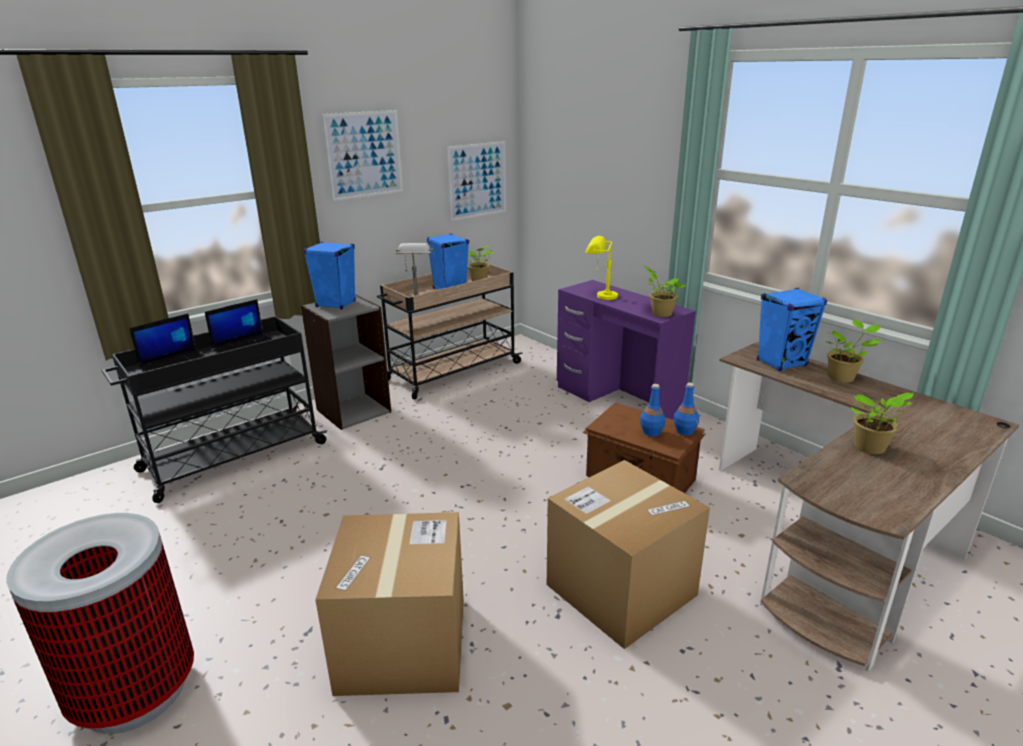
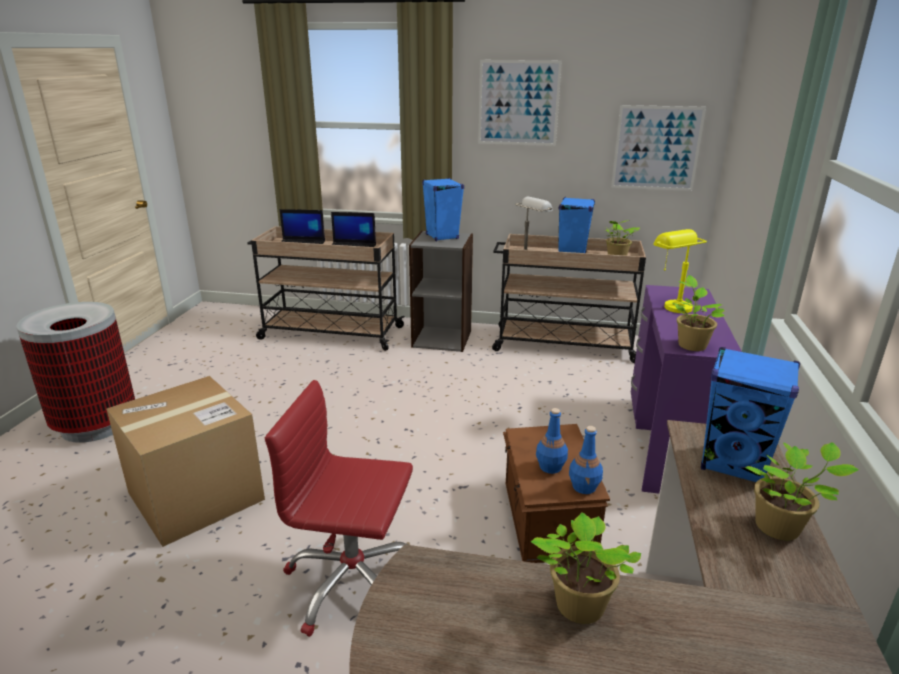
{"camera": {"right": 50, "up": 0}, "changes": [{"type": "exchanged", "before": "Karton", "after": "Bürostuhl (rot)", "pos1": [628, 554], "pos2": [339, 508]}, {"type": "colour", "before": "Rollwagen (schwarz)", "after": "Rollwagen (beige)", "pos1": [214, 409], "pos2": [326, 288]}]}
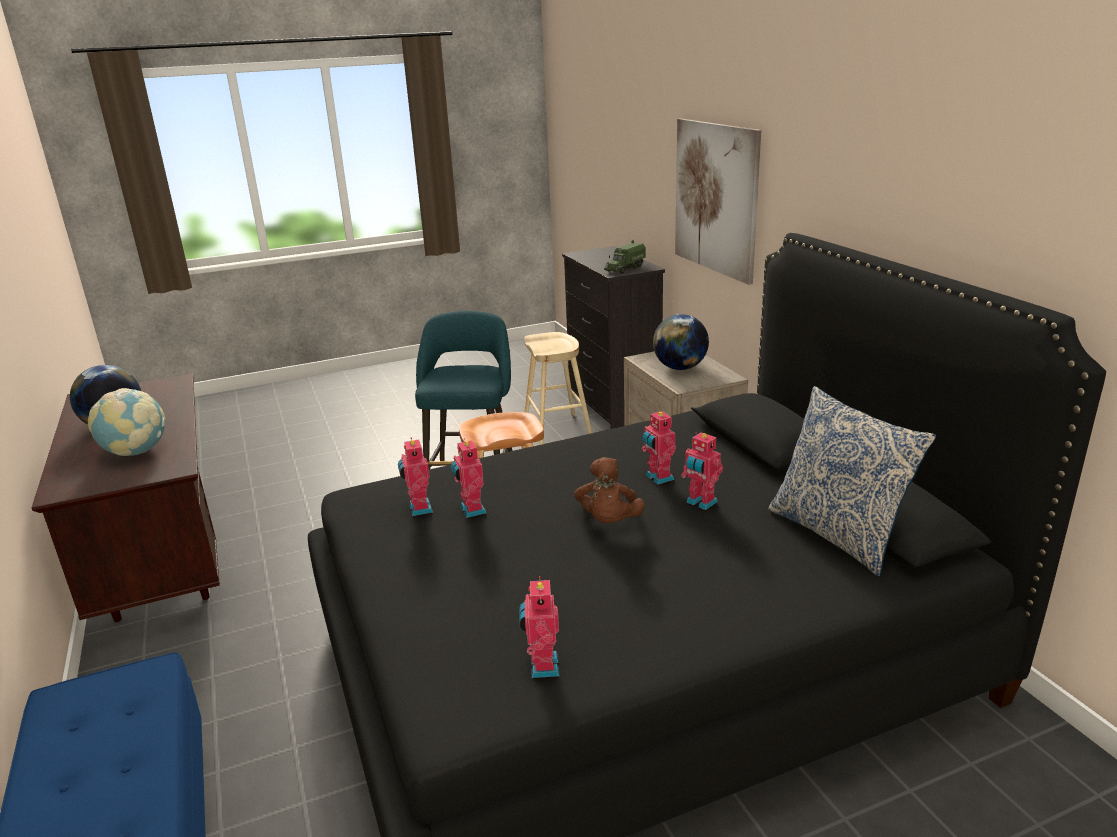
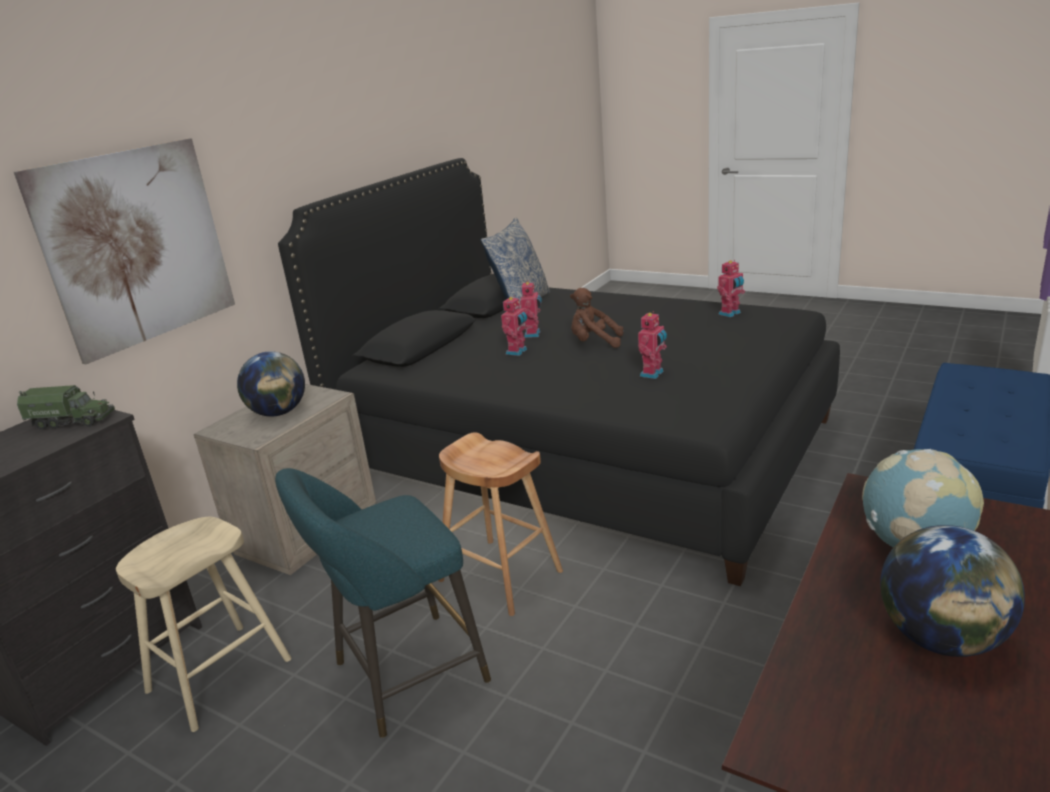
{"camera": {"right": -125, "up": 0}, "changes": [{"type": "missing", "before": "Spielzeugroboter", "pos1": [415, 476]}, {"type": "spun", "before": "Plüschtier (braun)", "pos1": [609, 490], "pos2": [597, 318], "turn": -135}]}
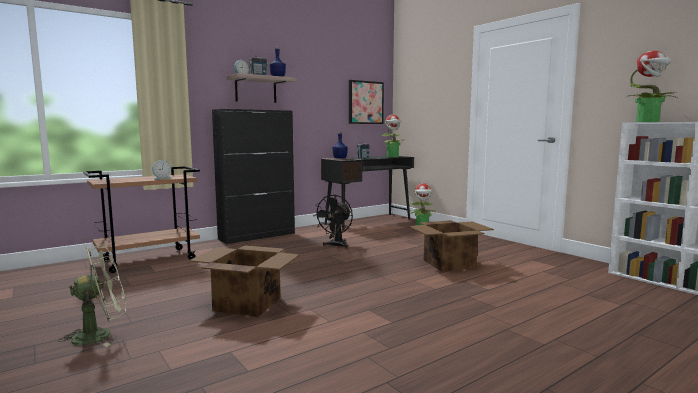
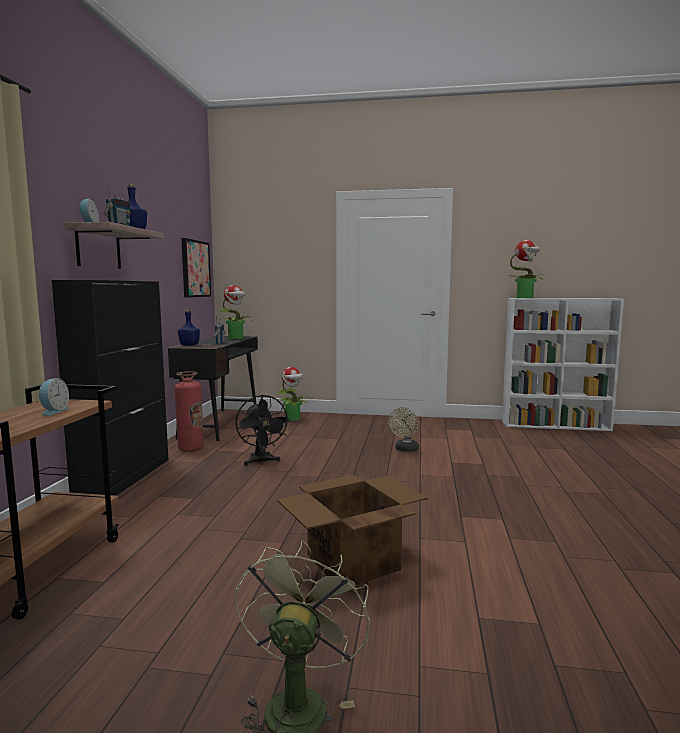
{"camera": {"right": -45, "up": 0}, "changes": [{"type": "appeared", "after": "Feuerlöscher", "pos2": [189, 411]}, {"type": "exchanged", "before": "Karton", "after": "Ventilator (beige)", "pos1": [451, 246], "pos2": [404, 429]}]}
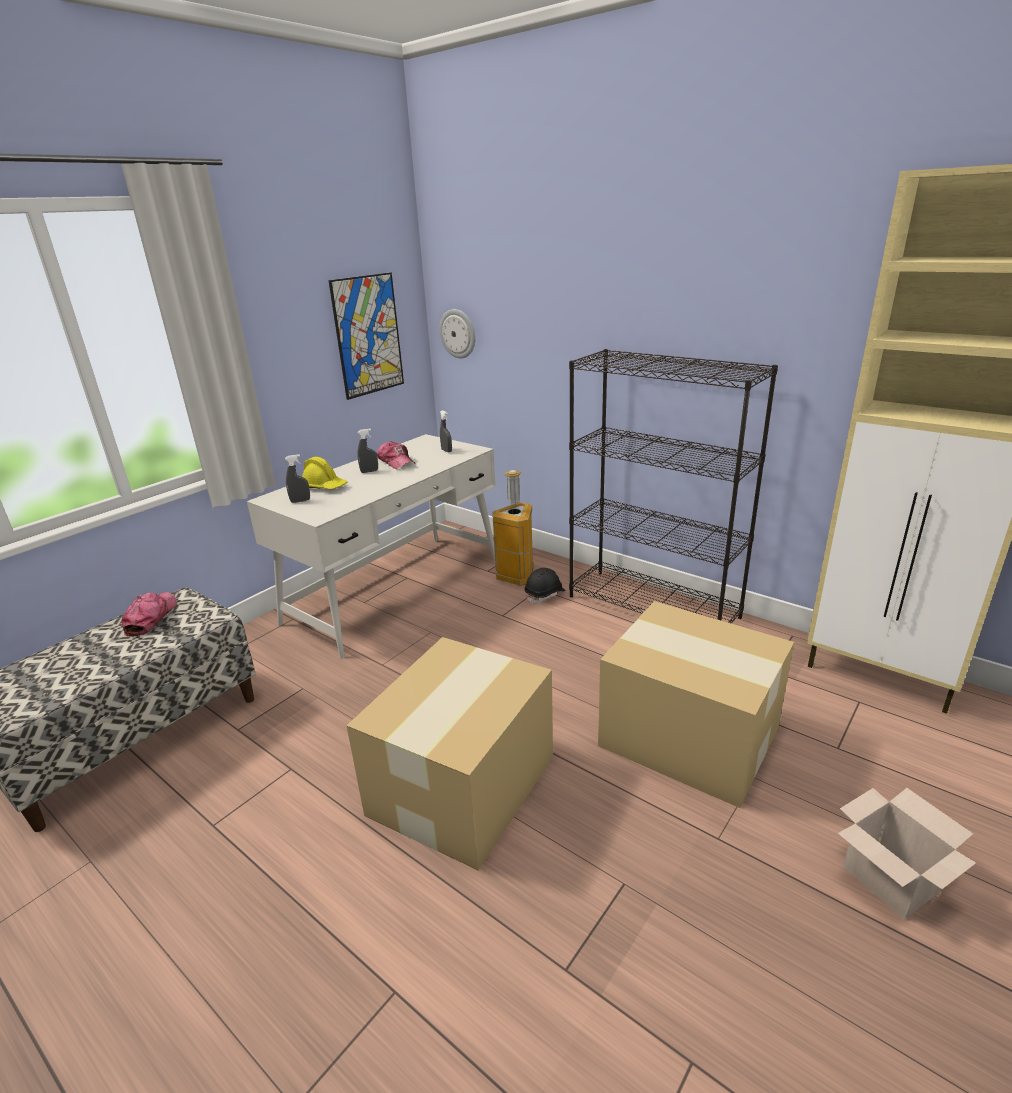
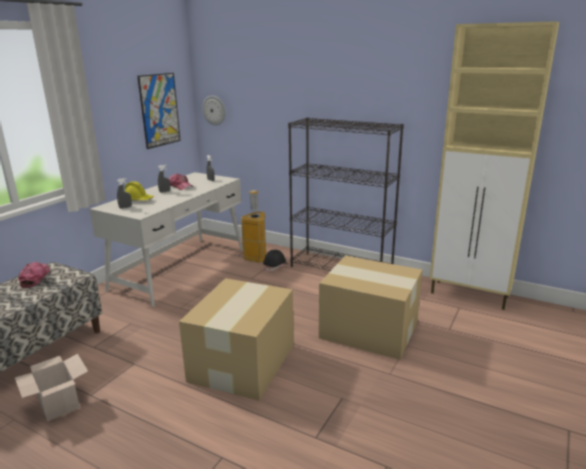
{"camera": {"right": -10, "up": -5}, "changes": [{"type": "relocated", "before": "Karton", "pos1": [906, 853], "pos2": [51, 388]}]}
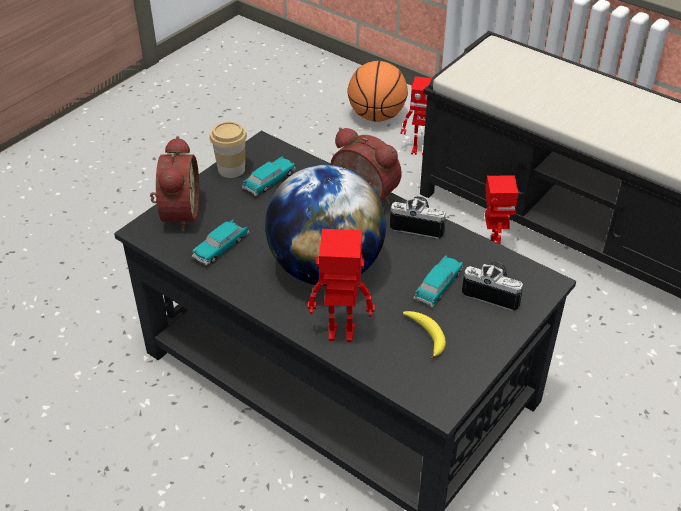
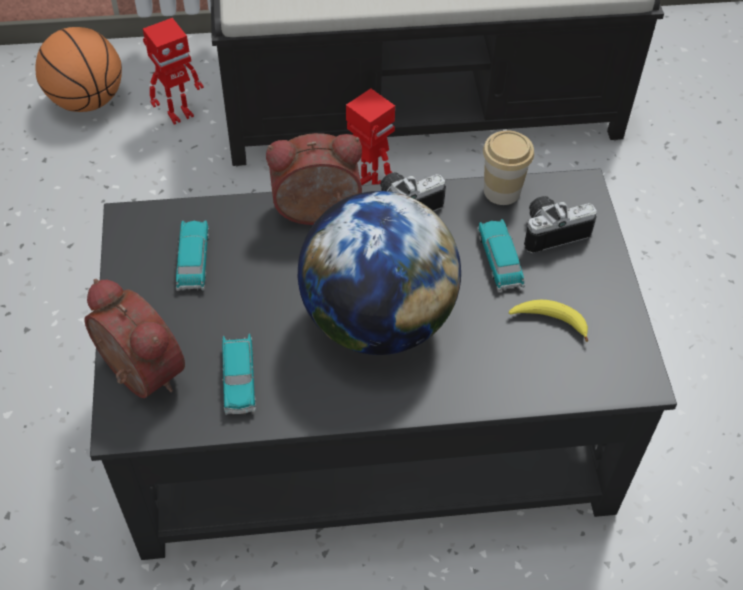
{"camera": {"right": -45, "up": 10}, "changes": [{"type": "missing", "before": "Spielzeugroboter", "pos1": [341, 285]}, {"type": "relocated", "before": "Tasse", "pos1": [228, 150], "pos2": [508, 168]}]}
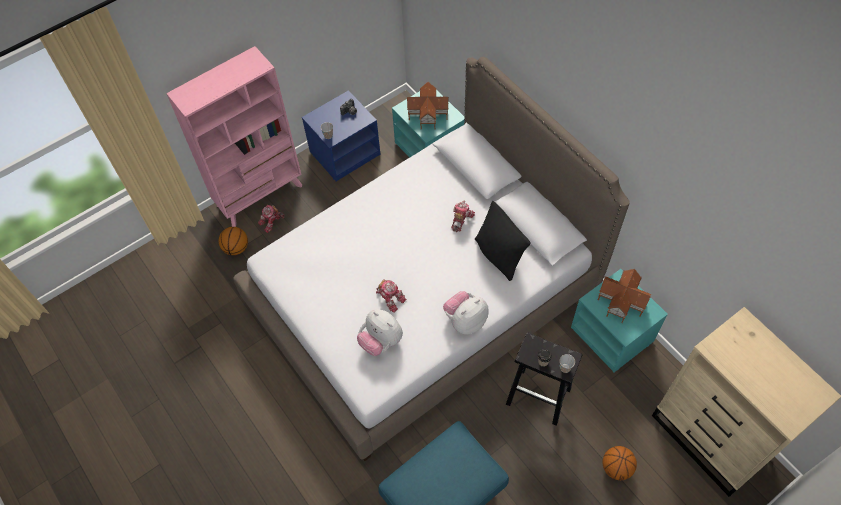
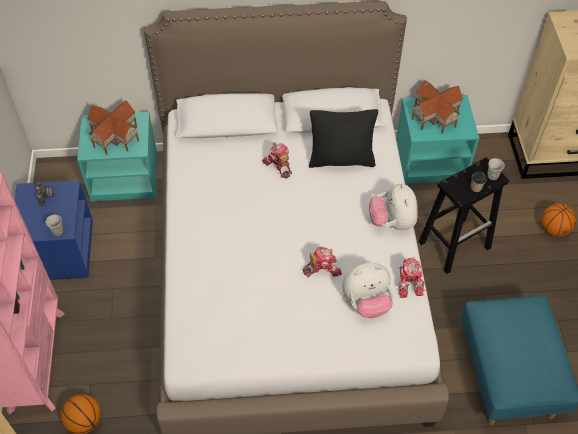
{"camera": {"right": -60, "up": -5}, "changes": [{"type": "relocated", "before": "Spielzeugroboter", "pos1": [271, 219], "pos2": [411, 277]}]}
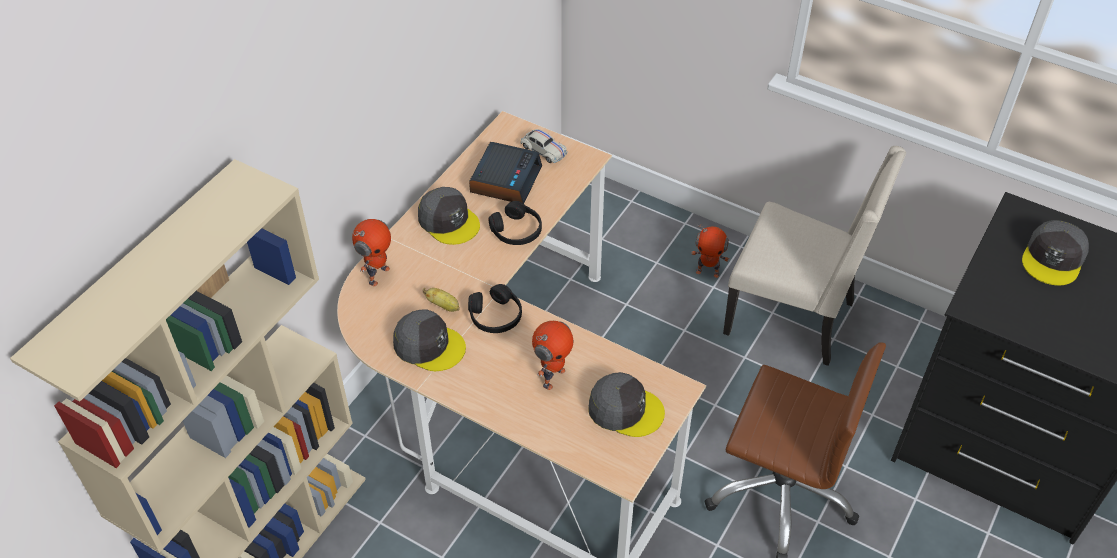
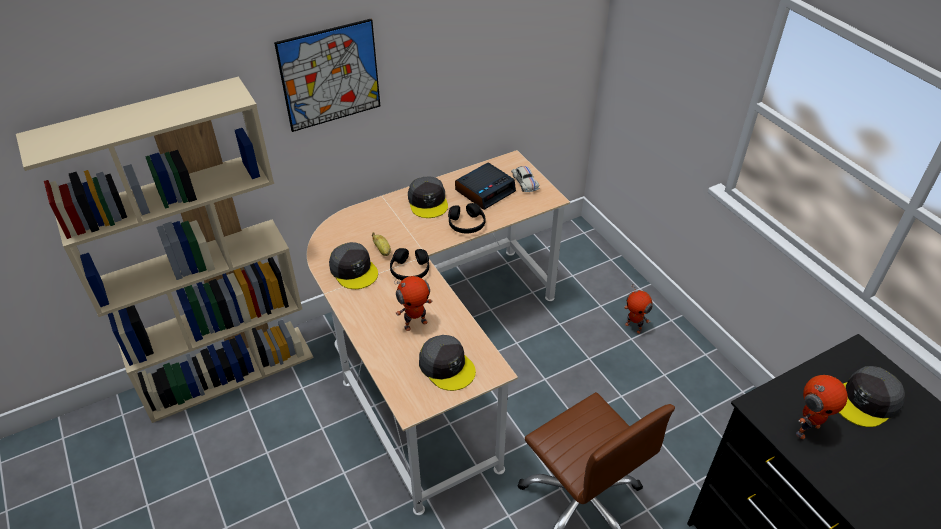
{"camera": {"right": 30, "up": -5}, "changes": [{"type": "missing", "before": "Stuhl (beige)", "pos1": [814, 256]}, {"type": "appeared", "after": "Bild", "pos2": [327, 75]}, {"type": "relocated", "before": "Spielzeugroboter", "pos1": [371, 252], "pos2": [822, 407]}]}
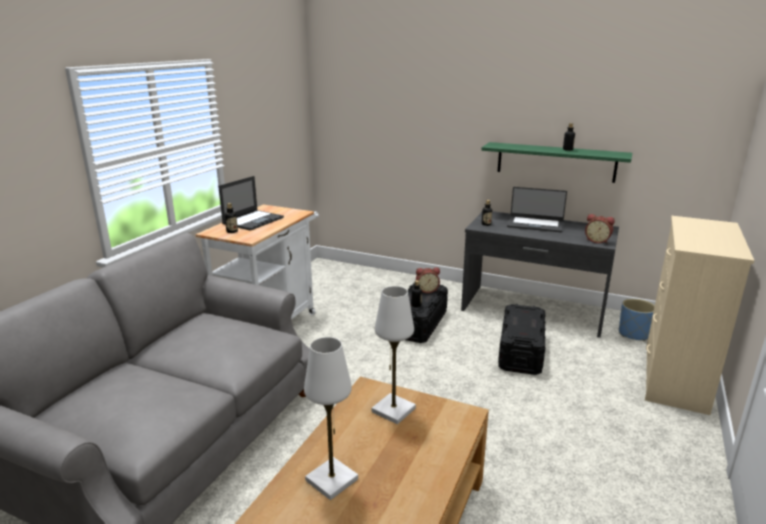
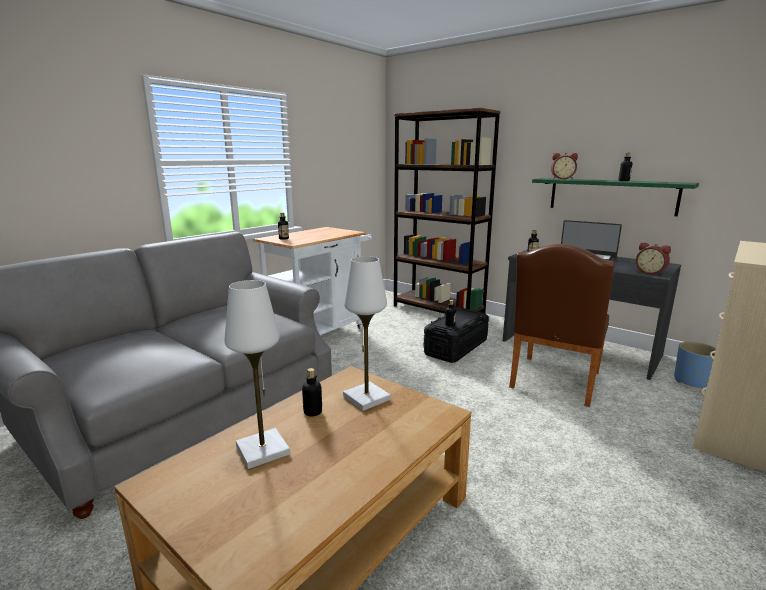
{"camera": {"right": 15, "up": -5}, "changes": [{"type": "missing", "before": "Laptop", "pos1": [251, 203]}, {"type": "appeared", "after": "Flasche", "pos2": [312, 392]}, {"type": "appeared", "after": "Bücherregal (braun)", "pos2": [447, 211]}, {"type": "relocated", "before": "Wecker", "pos1": [428, 280], "pos2": [564, 166]}, {"type": "exchanged", "before": "Aufbewahrungsbox (schwarz)", "after": "Stuhl (braun)", "pos1": [521, 339], "pos2": [562, 325]}]}
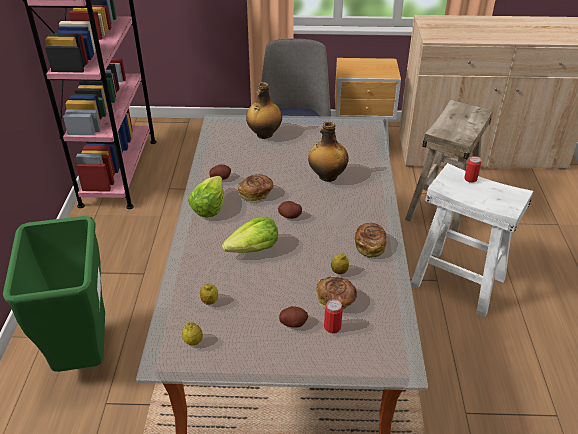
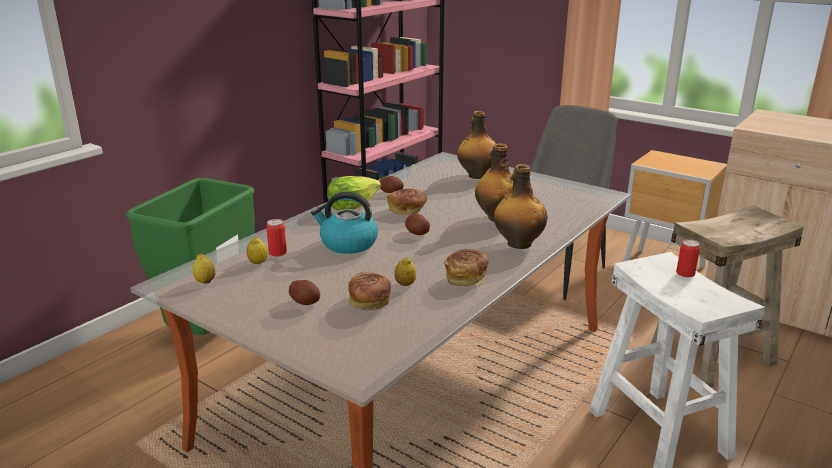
{"camera": {"right": 35, "up": -15}, "changes": [{"type": "appeared", "after": "Flasche", "pos2": [520, 206]}, {"type": "relocated", "before": "Dose", "pos1": [333, 316], "pos2": [276, 237]}, {"type": "exchanged", "before": "Salatkopf", "after": "Wasserkessel", "pos1": [250, 235], "pos2": [344, 223]}]}
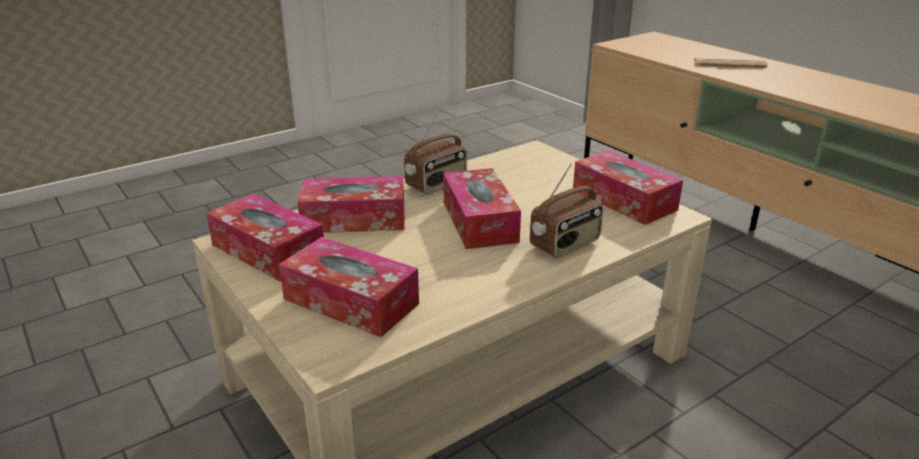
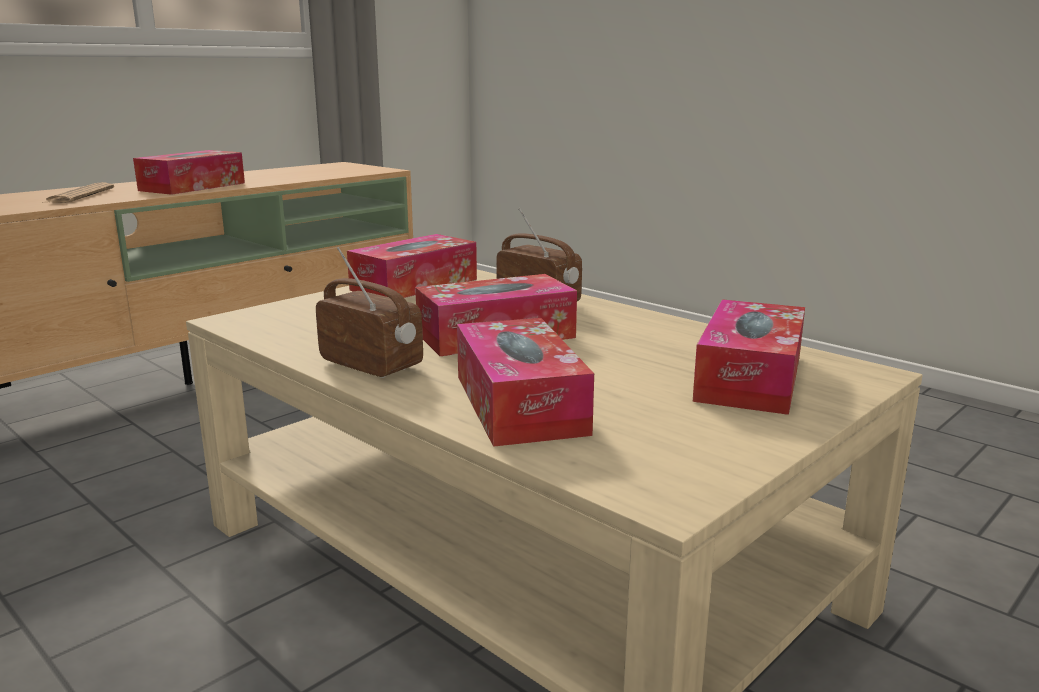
{"camera": {"right": -100, "up": -10}, "changes": [{"type": "relocated", "before": "Taschentuchbox", "pos1": [265, 237], "pos2": [189, 172]}]}
